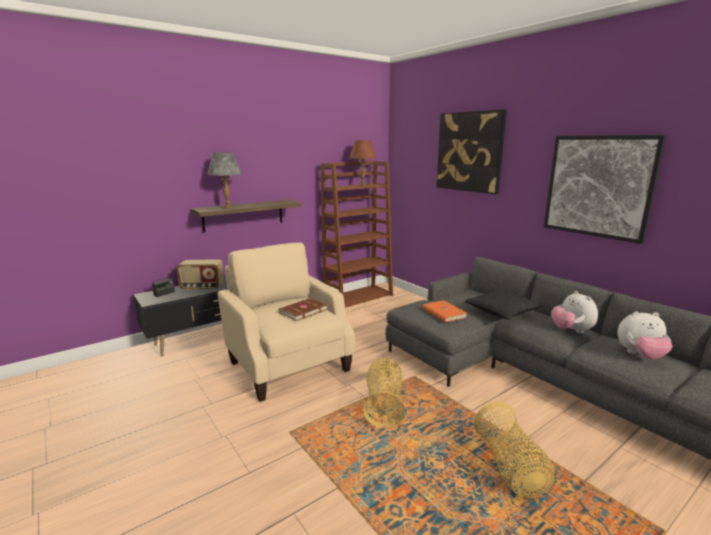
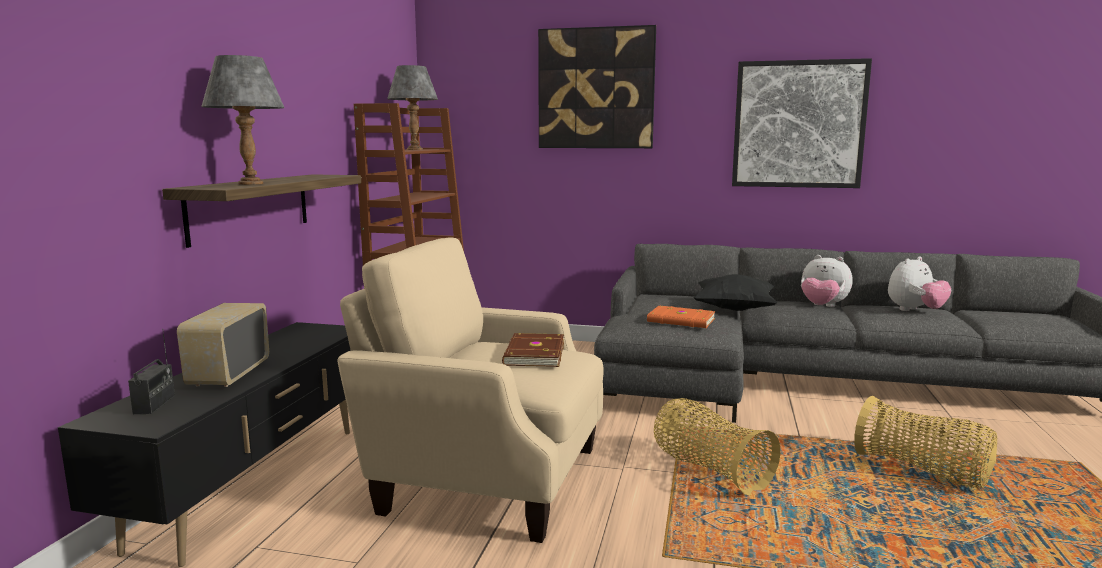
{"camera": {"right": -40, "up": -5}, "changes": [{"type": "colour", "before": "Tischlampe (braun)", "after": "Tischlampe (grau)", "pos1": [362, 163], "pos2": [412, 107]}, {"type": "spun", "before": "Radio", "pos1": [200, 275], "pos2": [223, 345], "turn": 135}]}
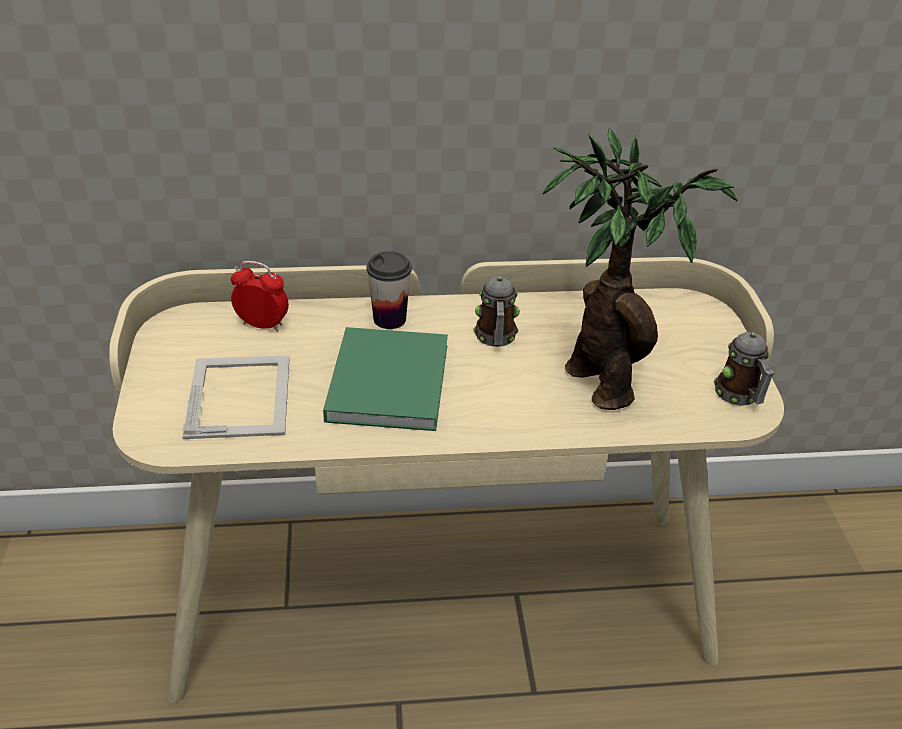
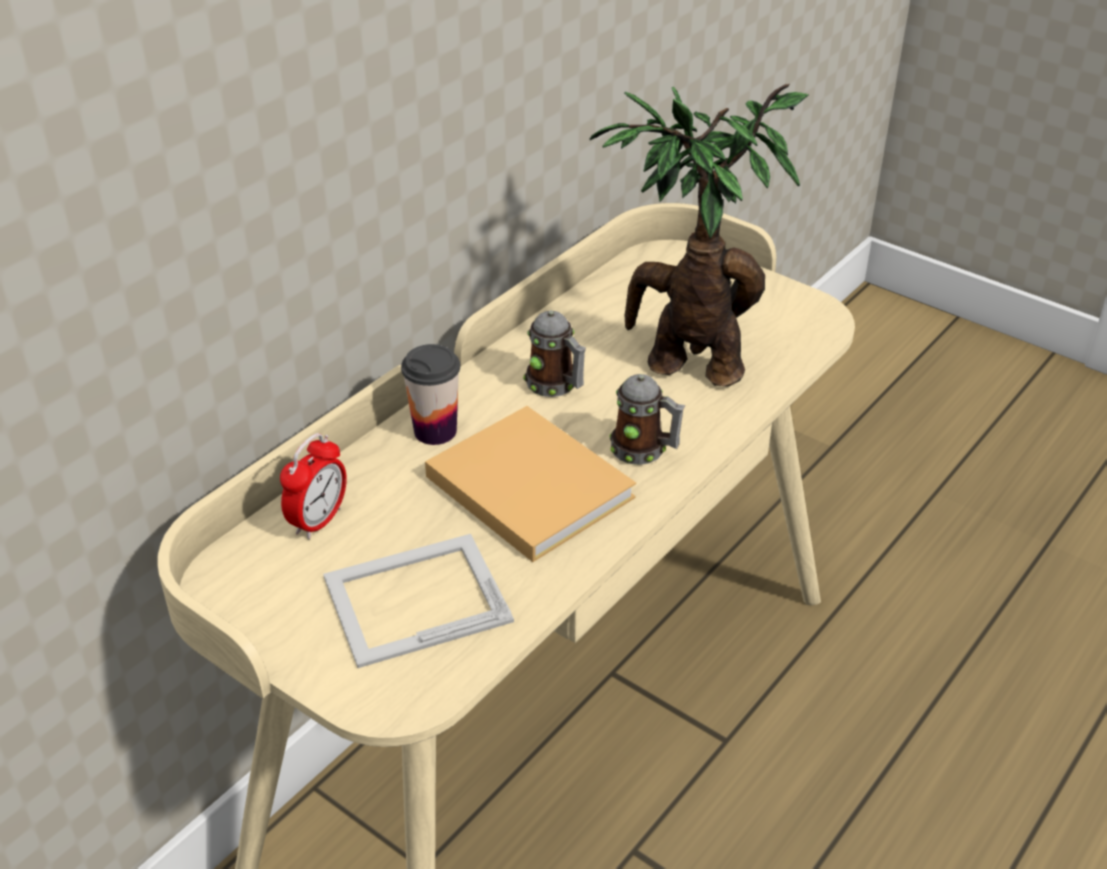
{"camera": {"right": -45, "up": 0}, "changes": [{"type": "relocated", "before": "Henkelbecher", "pos1": [744, 369], "pos2": [647, 419]}, {"type": "colour", "before": "Buch (grün)", "after": "Buch (beige)", "pos1": [385, 379], "pos2": [530, 484]}, {"type": "spun", "before": "Bilderrahmen", "pos1": [236, 397], "pos2": [418, 601], "turn": -60}, {"type": "spun", "before": "Wecker", "pos1": [260, 296], "pos2": [313, 486], "turn": 150}]}
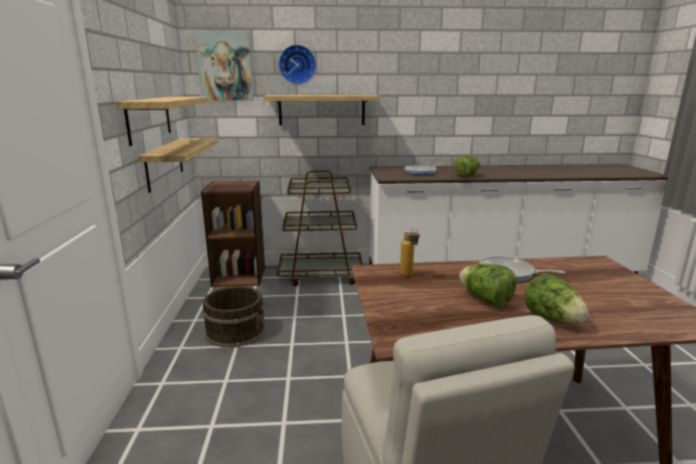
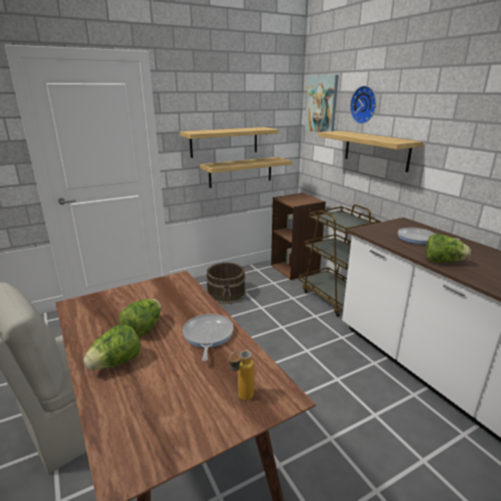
{"camera": {"right": 65, "up": 5}, "changes": [{"type": "relocated", "before": "Flasche", "pos1": [409, 252], "pos2": [241, 375]}]}
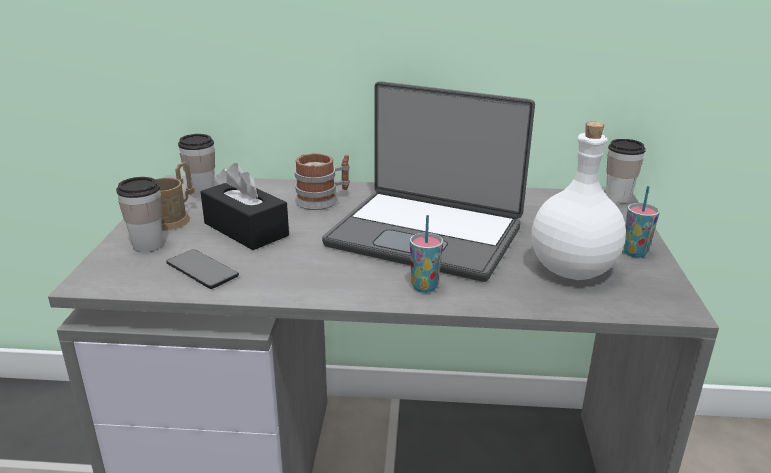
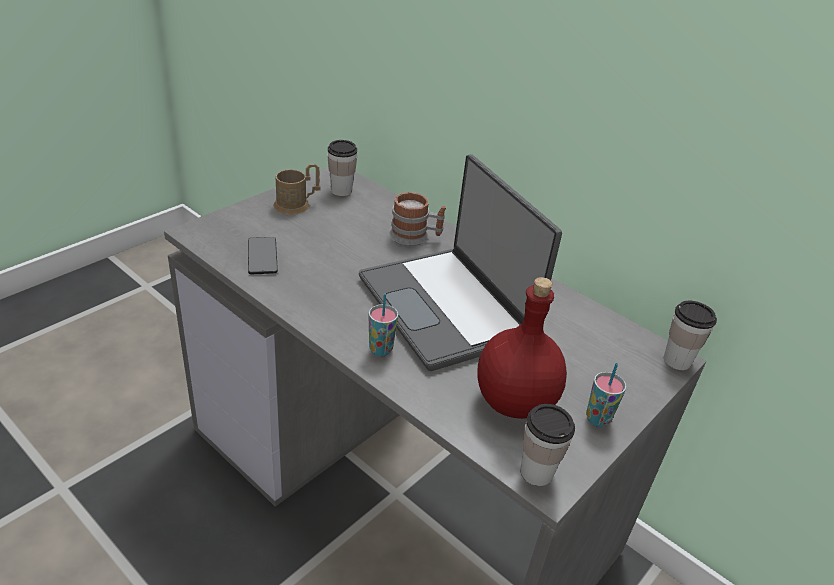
{"camera": {"right": 35, "up": 10}, "changes": [{"type": "missing", "before": "Taschentuchbox (schwarz)", "pos1": [245, 206]}, {"type": "relocated", "before": "Tasse", "pos1": [139, 214], "pos2": [548, 445]}, {"type": "colour", "before": "Flasche (weiß)", "after": "Flasche (rot)", "pos1": [579, 201], "pos2": [522, 348]}]}
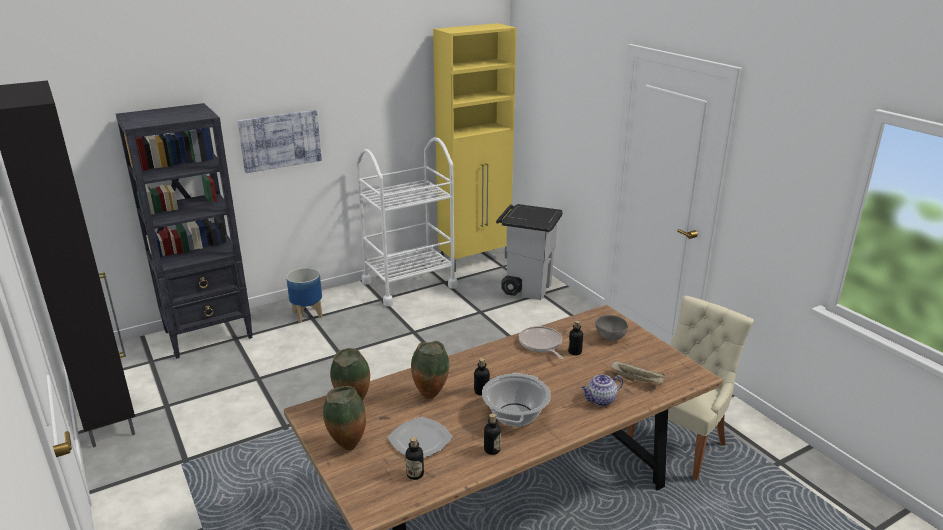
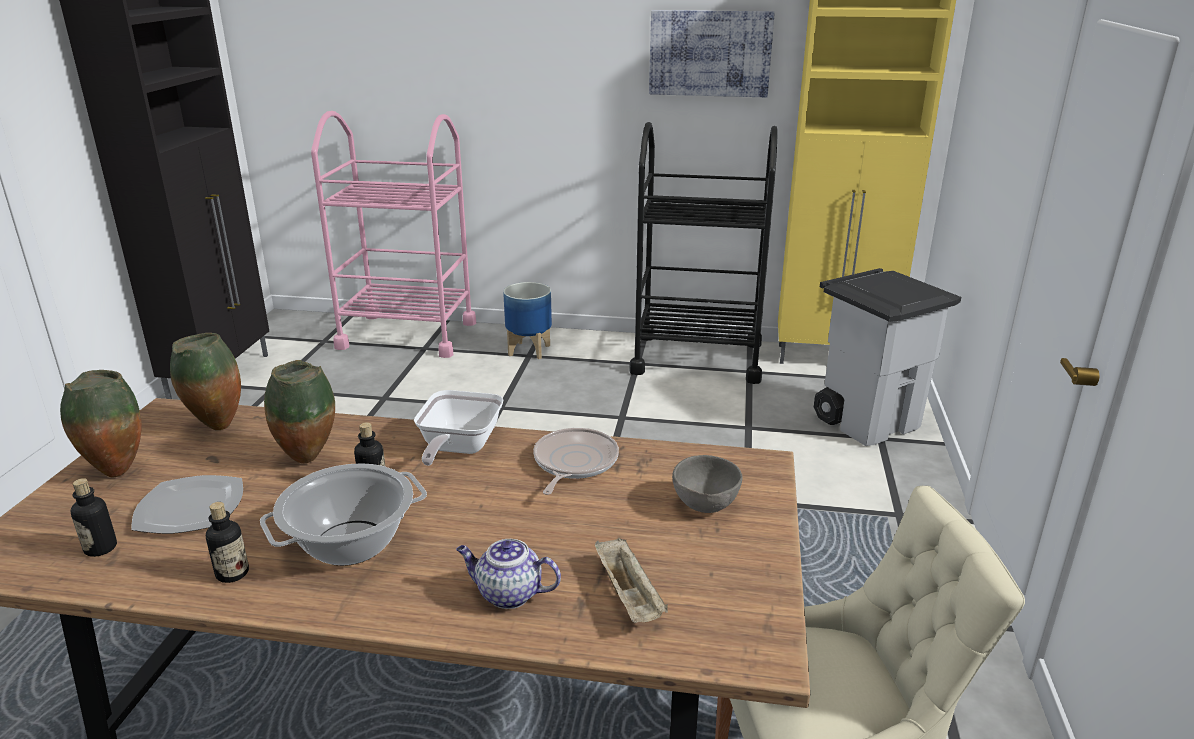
{"camera": {"right": 40, "up": 0}, "changes": [{"type": "missing", "before": "Flasche", "pos1": [575, 337]}, {"type": "appeared", "after": "Pfanne", "pos2": [458, 428]}, {"type": "relocated", "before": "Bild", "pos1": [279, 141], "pos2": [712, 53]}, {"type": "exchanged", "before": "Bücherregal (schwarz)", "after": "Rollwagen (rosa)", "pos1": [184, 231], "pos2": [393, 234]}, {"type": "colour", "before": "Rollwagen (weiß)", "after": "Rollwagen (schwarz)", "pos1": [407, 222], "pos2": [704, 253]}]}
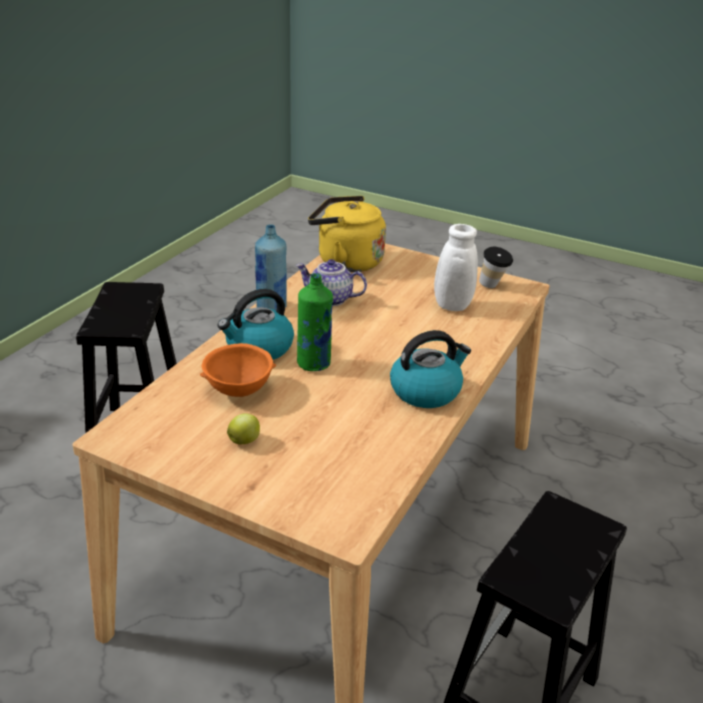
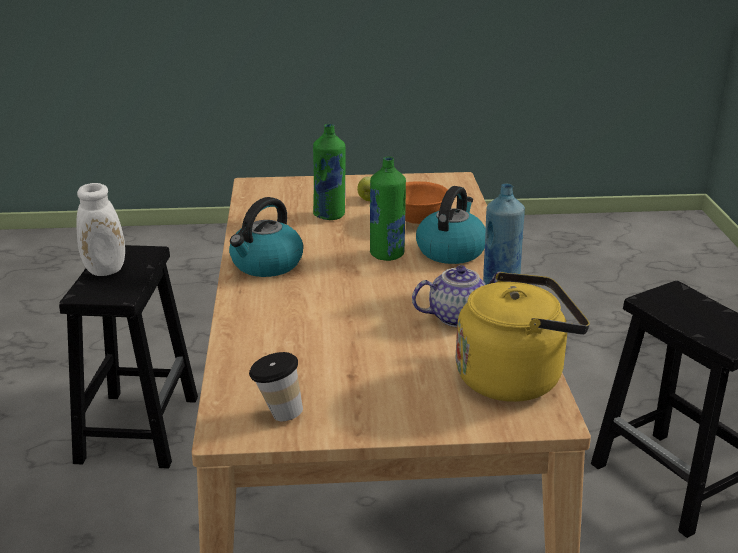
{"camera": {"right": 150, "up": -5}, "changes": [{"type": "appeared", "after": "Flasche (grün)", "pos2": [329, 172]}, {"type": "relocated", "before": "Vase (weiß)", "pos1": [449, 267], "pos2": [100, 229]}]}
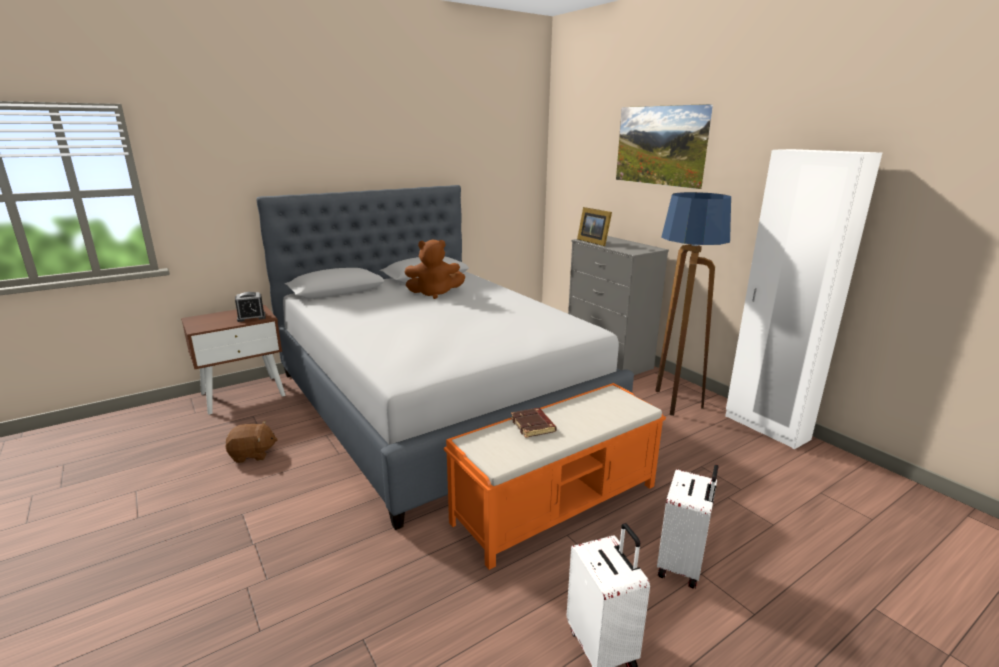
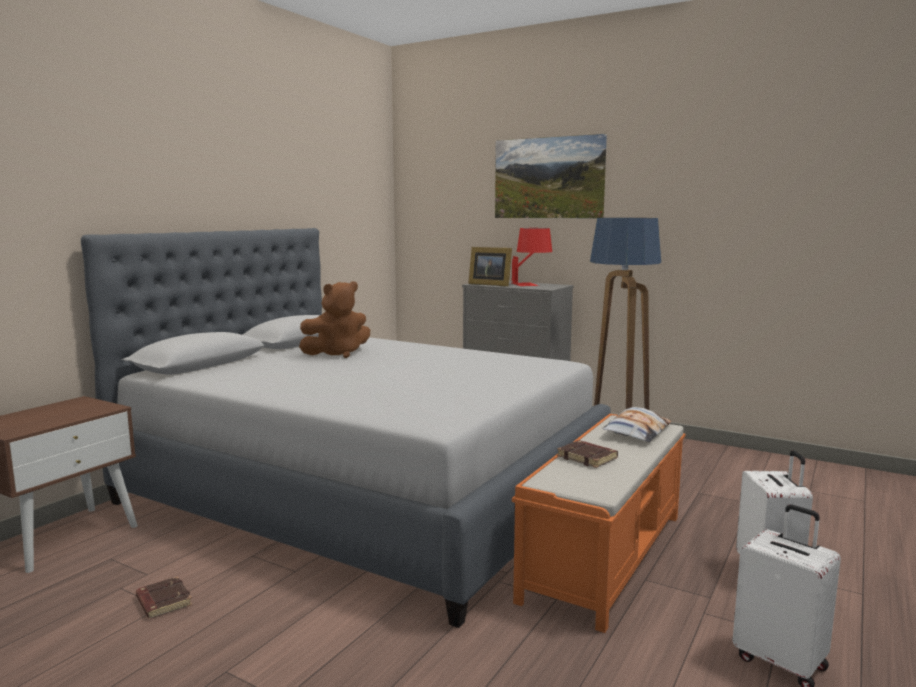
{"camera": {"right": -25, "up": -10}, "changes": [{"type": "missing", "before": "Wecker", "pos1": [250, 307]}, {"type": "missing", "before": "Kleiderschrank (weiß)", "pos1": [803, 299]}, {"type": "appeared", "after": "Tischlampe (rot)", "pos2": [532, 257]}, {"type": "appeared", "after": "Kissen", "pos2": [637, 424]}, {"type": "exchanged", "before": "Plüschtier (braun)", "after": "Buch (braun)", "pos1": [252, 442], "pos2": [164, 597]}]}
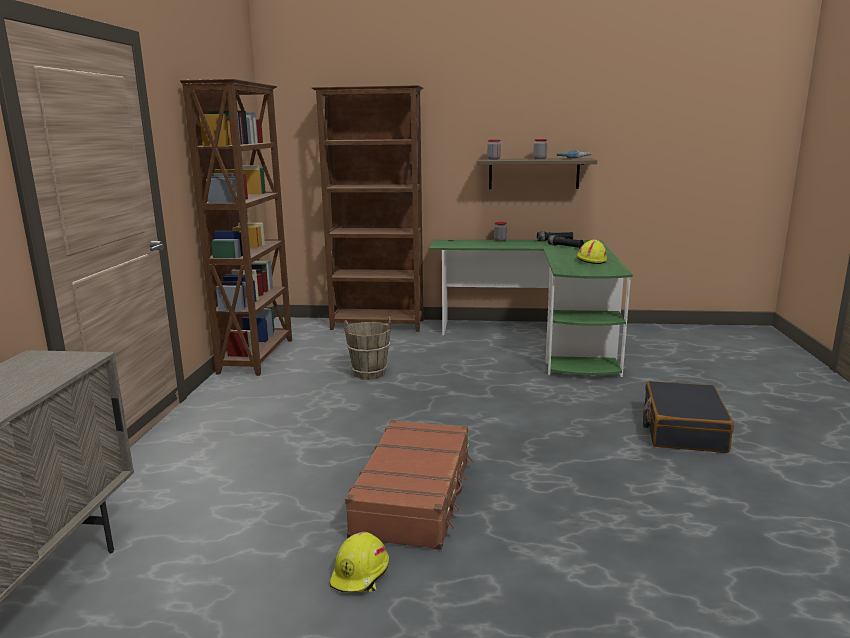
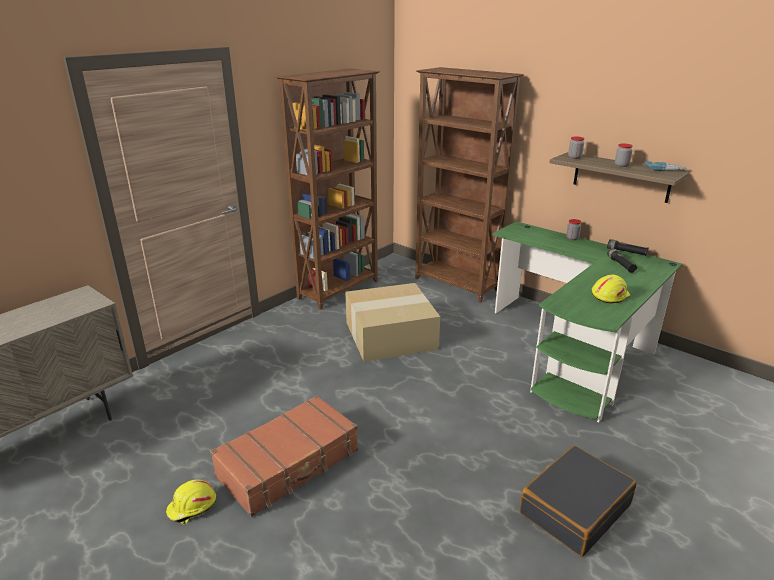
{"camera": {"right": 35, "up": 10}, "changes": [{"type": "exchanged", "before": "Eimer (braun)", "after": "Karton", "pos1": [367, 348], "pos2": [392, 322]}]}
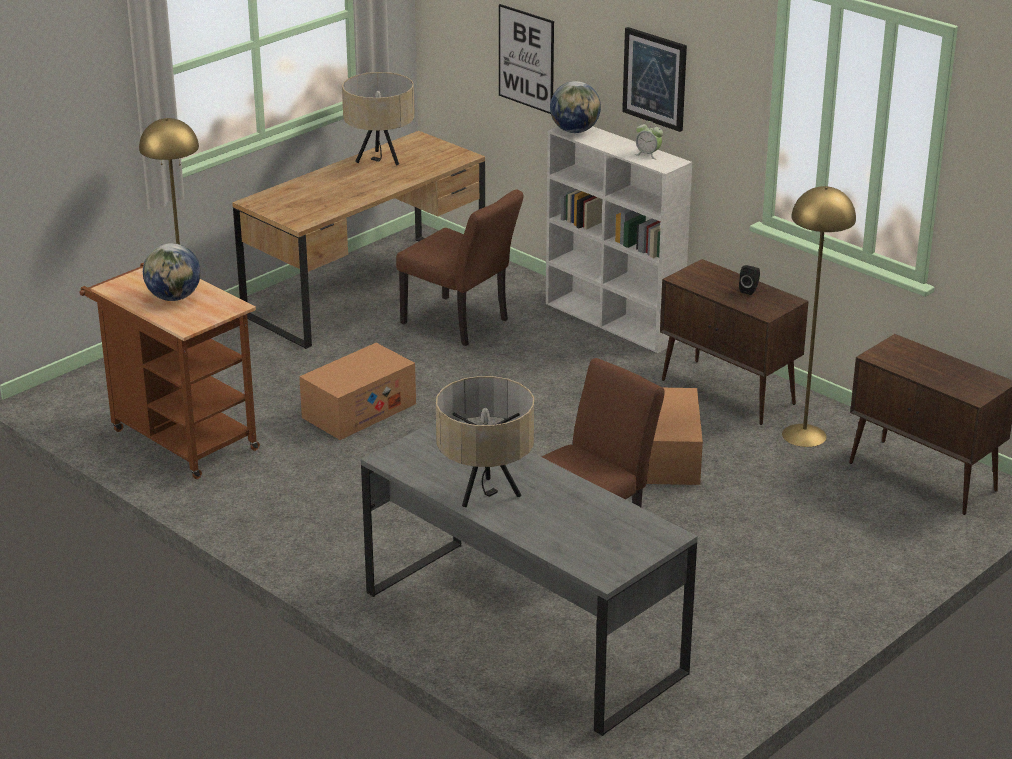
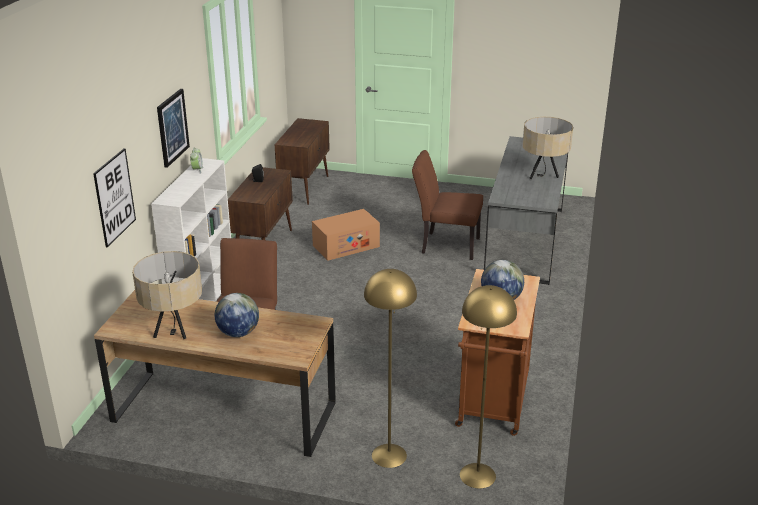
{"camera": {"right": -120, "up": 0}, "changes": [{"type": "missing", "before": "Karton", "pos1": [357, 391]}, {"type": "relocated", "before": "Globus", "pos1": [575, 107], "pos2": [237, 315]}, {"type": "relocated", "before": "Stehlampe (gelb)", "pos1": [819, 316], "pos2": [488, 387]}]}
